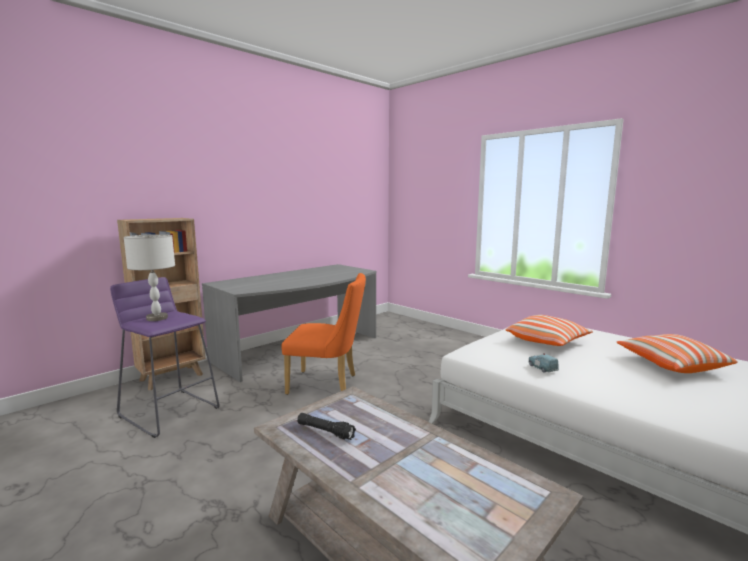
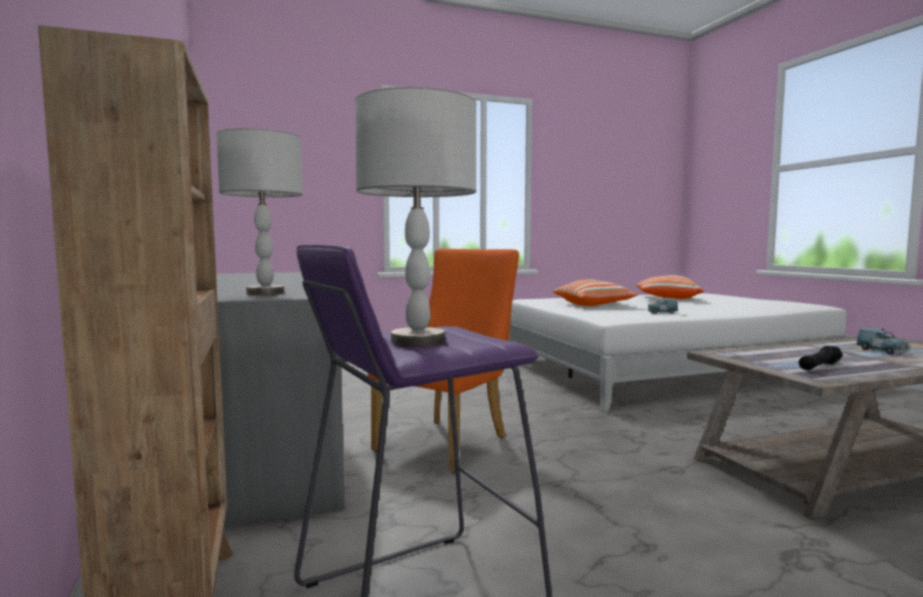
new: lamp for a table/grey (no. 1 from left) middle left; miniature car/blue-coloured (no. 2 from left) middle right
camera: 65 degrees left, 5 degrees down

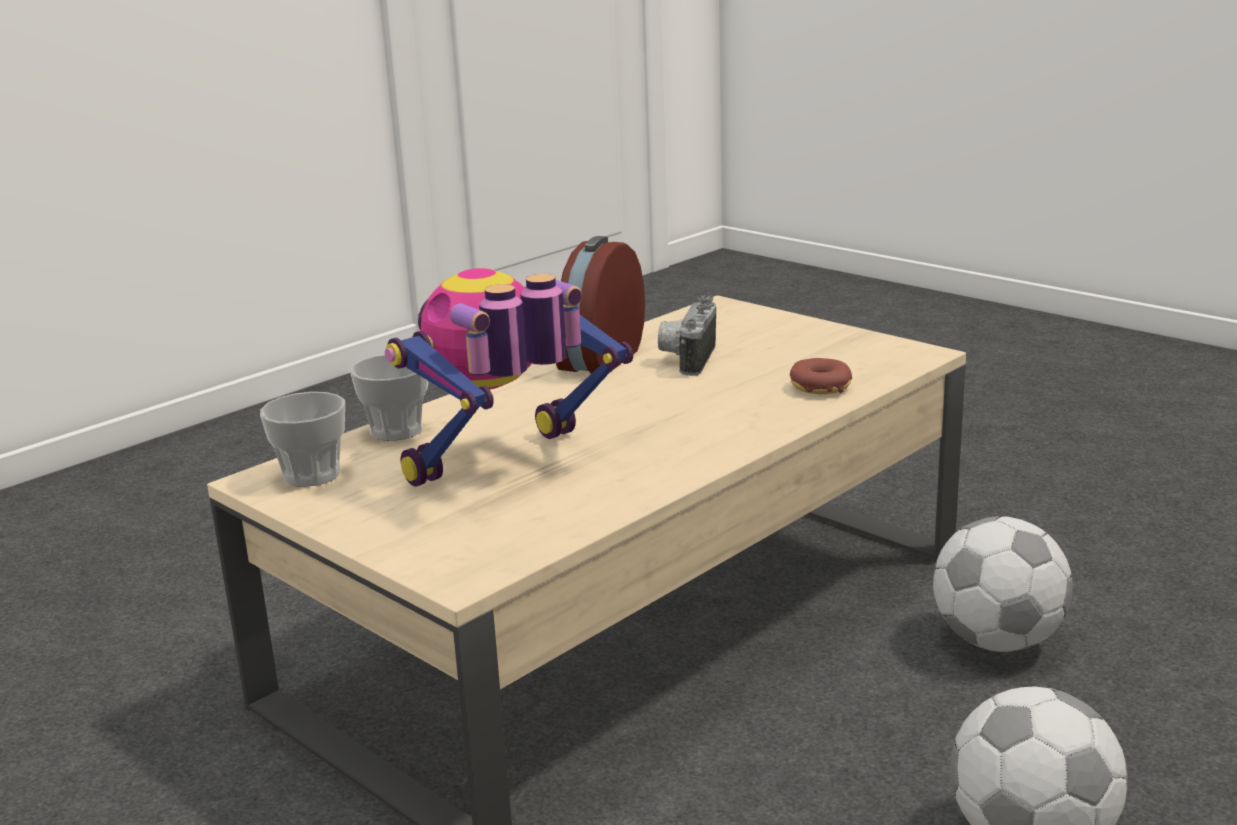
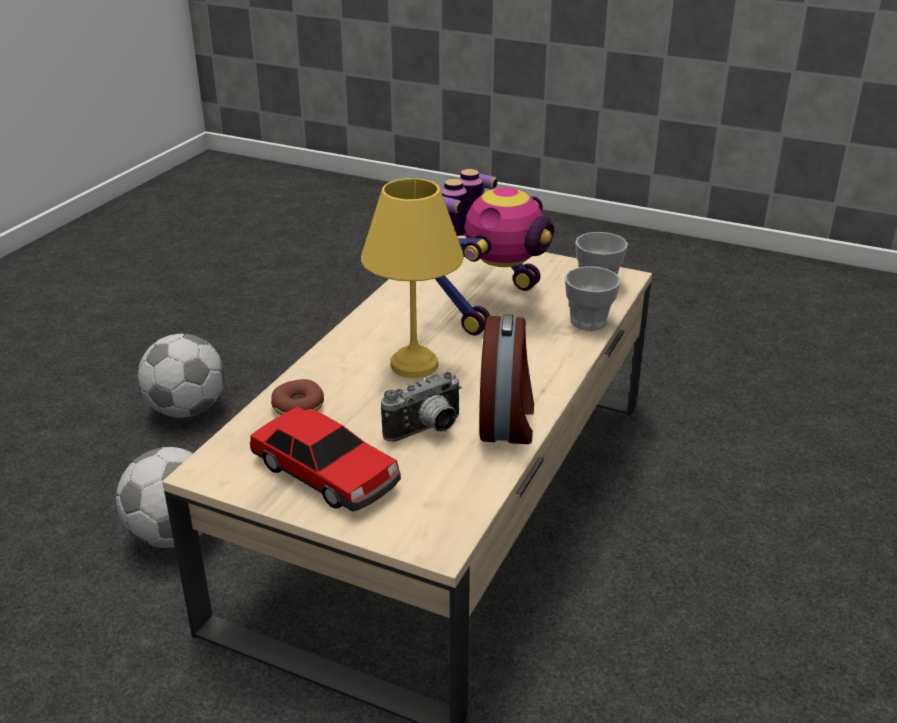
new: miniature car centre; lamp for a table/yellowish centre
rotated: photo camera centre = centre 60 degrees clockwise
camera: 160 degrees right, 10 degrees up

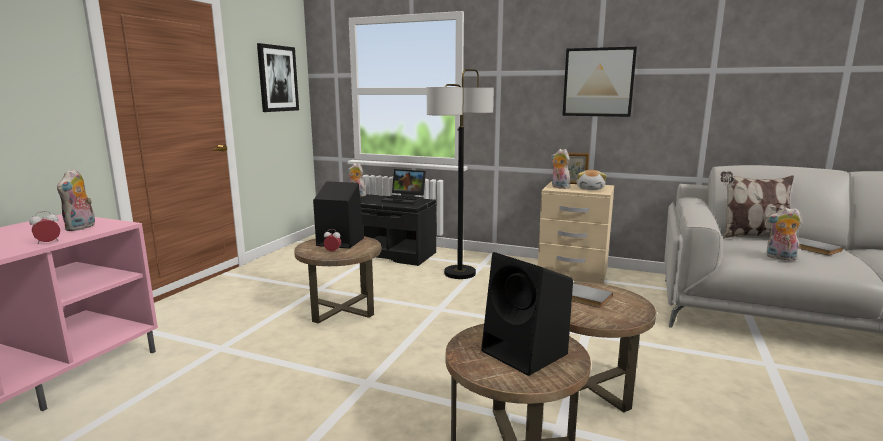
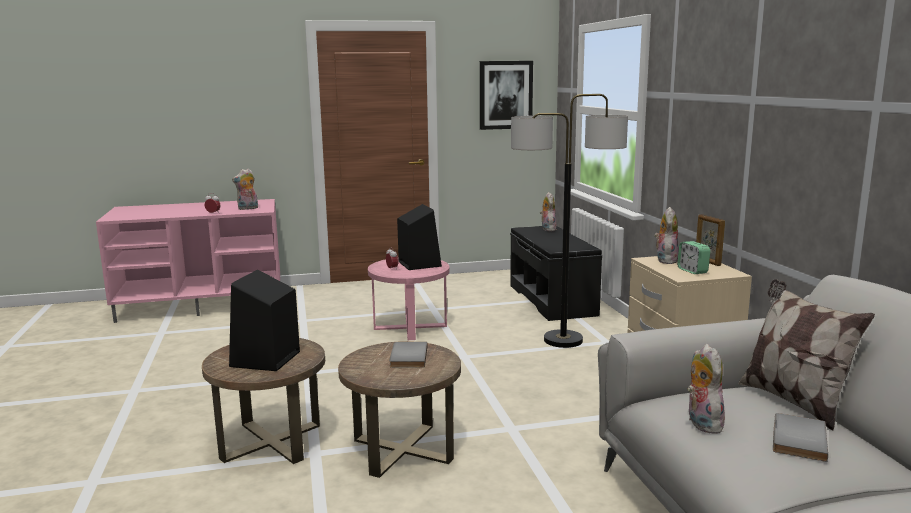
gone: portable computer centre; wall picture (no. 2 from left) top right
swapped: cuddly toy (no. 4 from left) middle right to bedside clock (no. 3 from left) middle right
repainted: side table/brown-coloured (no. 1 from left) centre to side table/pinkish centre
camera: 55 degrees right, 0 degrees up

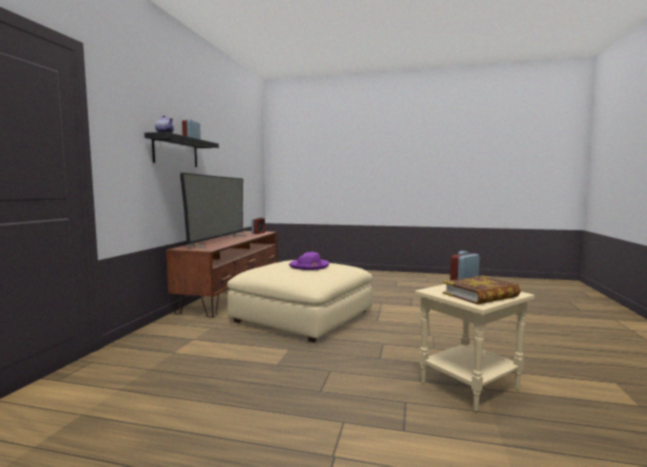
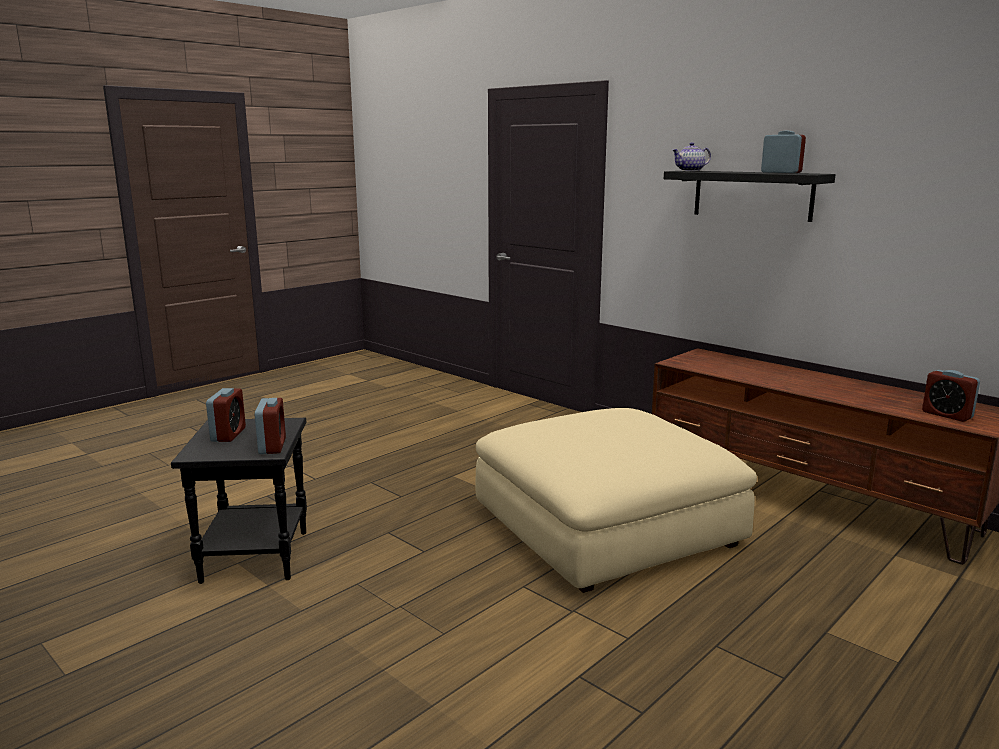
gone: television middle left; hat/purple-coloured centre
swapped: book middle right to bedside clock (no. 1 from left) middle left
repainted: side table/beige bottom right to side table/black bottom left
camera: 120 degrees right, 10 degrees up

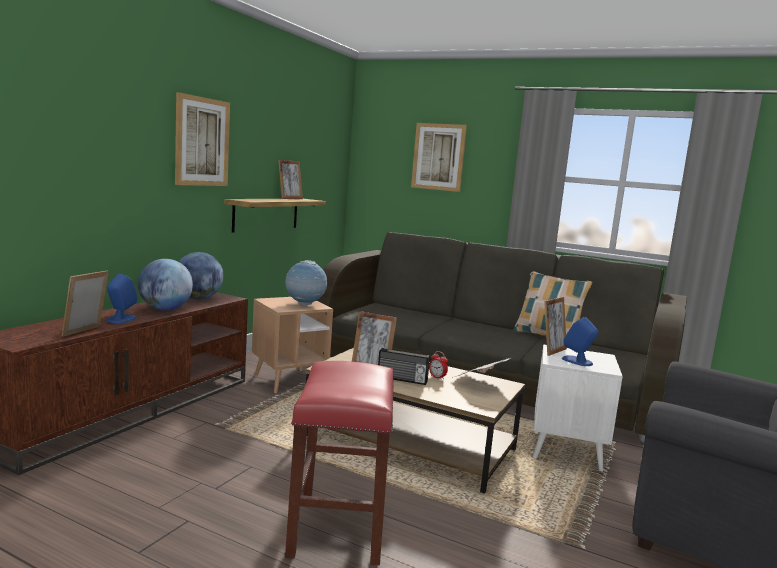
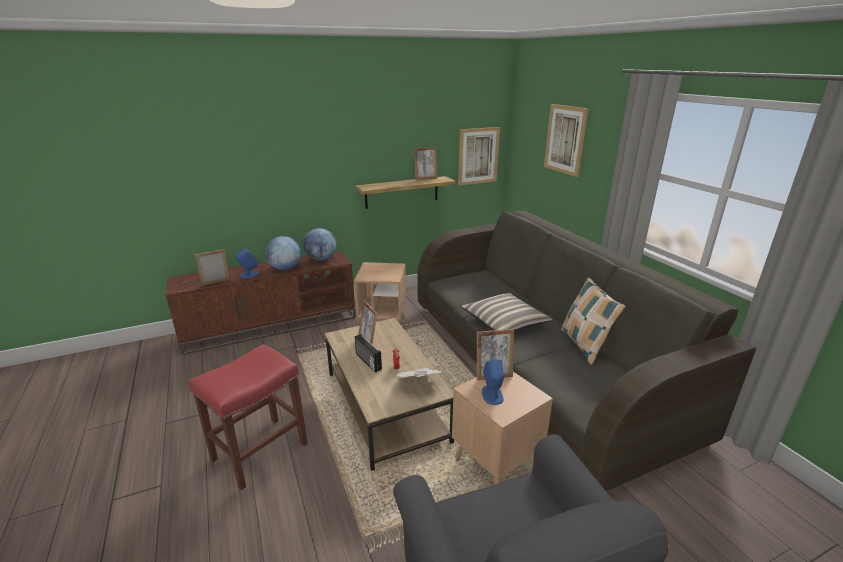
gone: desk globe (no. 3 from left) centre
new: cushion (no. 1 from left) centre
shifted: wall picture (no. 1 from left) top left to top centre
repainted: side table/white-coloured bottom right to side table/brown-coloured (no. 2 from left) bottom centre
camera: 40 degrees right, 15 degrees up

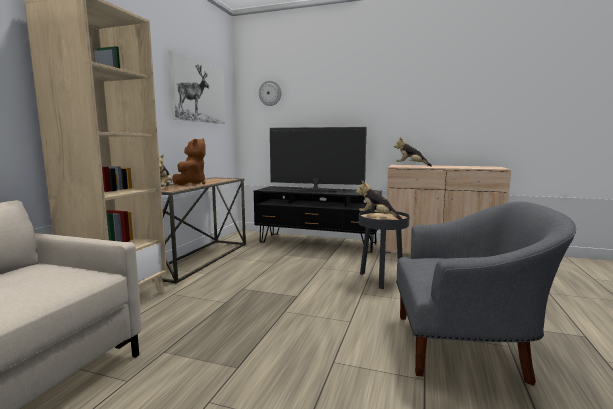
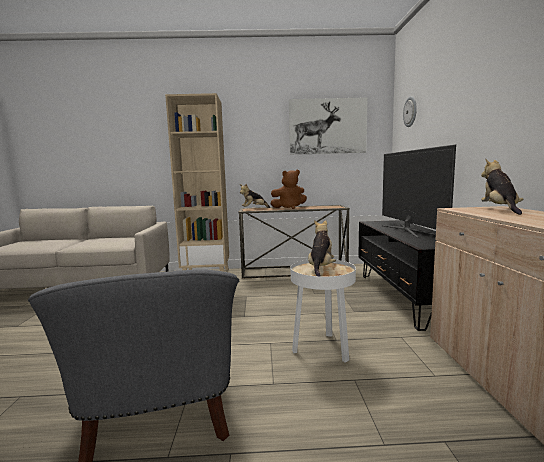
repainted: side table/black centre to side table/white-coloured bottom centre
camera: 70 degrees right, 0 degrees up

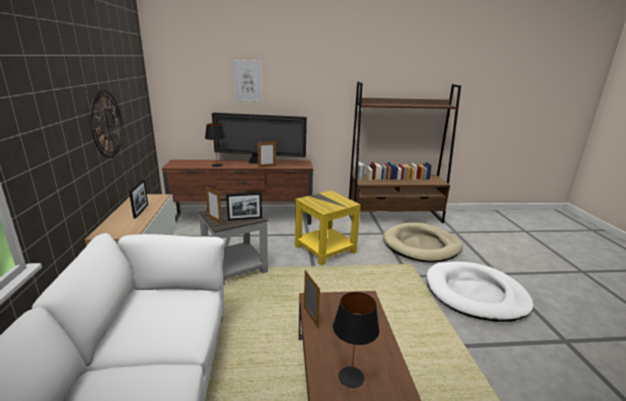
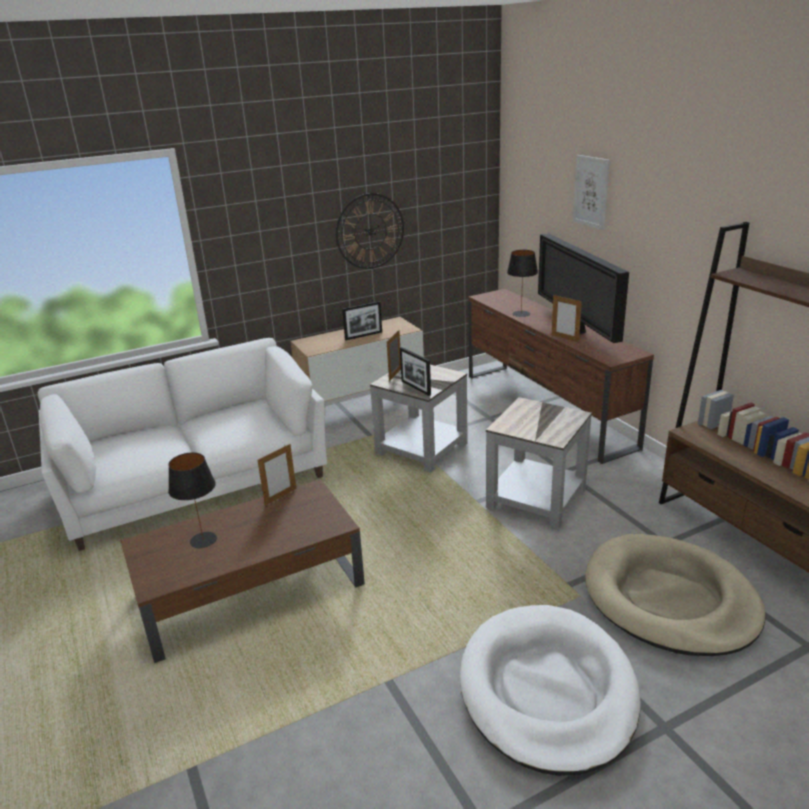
repainted: side table/yellowish centre to side table/grey (no. 2 from left) centre
camera: 70 degrees right, 5 degrees up

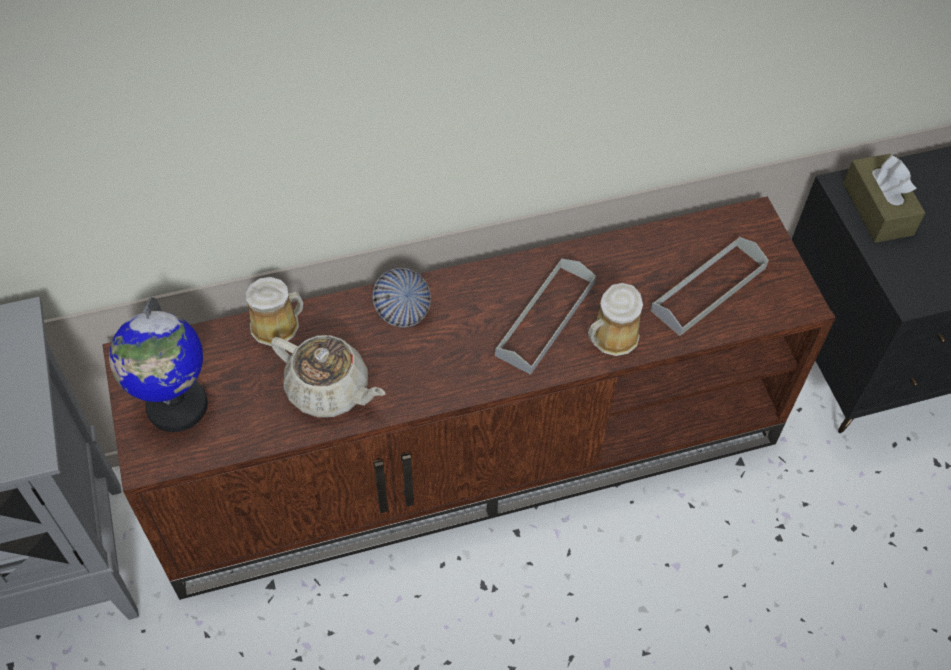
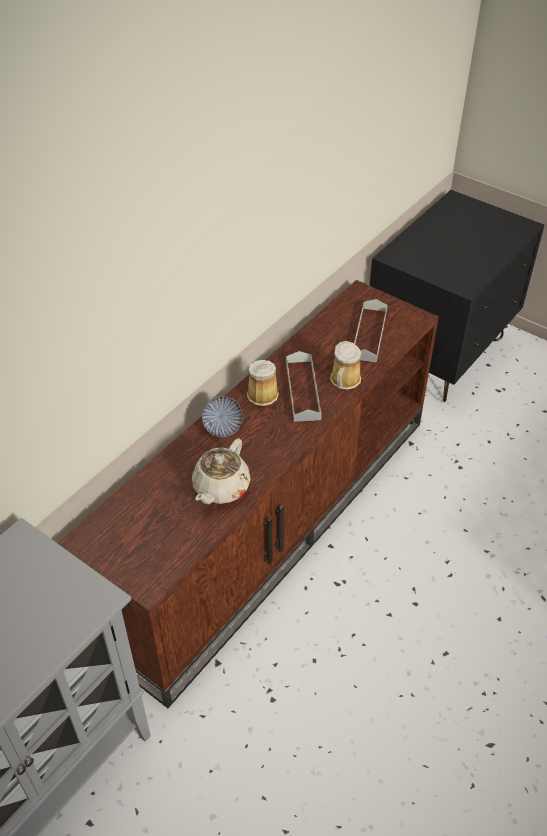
gone: desk globe middle left; tissue holder/brown-coloured top right
shifted: mug (no. 1 from left) middle left to centre
rotated: pot for tea/beige centre = centre 120 degrees clockwise
camera: 35 degrees left, 10 degrees down

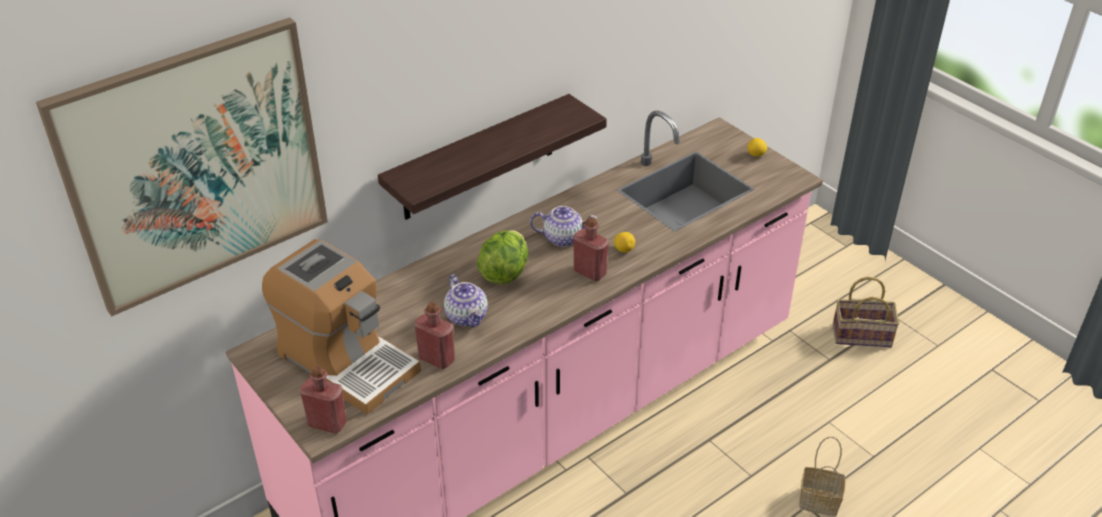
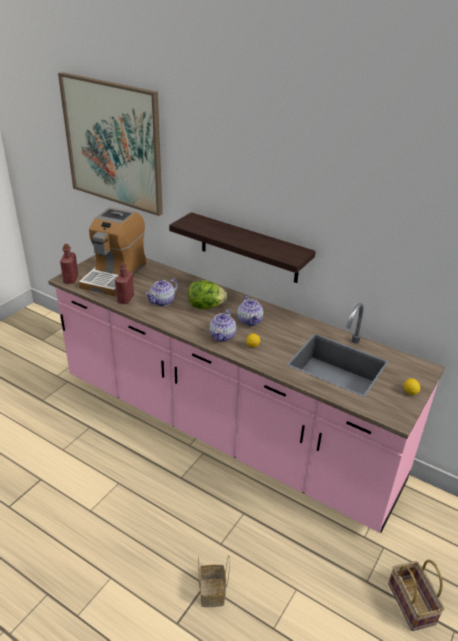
swapped: bottle/red-coloured (no. 3 from left) centre to pot for tea (no. 2 from left) centre
camera: 70 degrees right, 5 degrees down

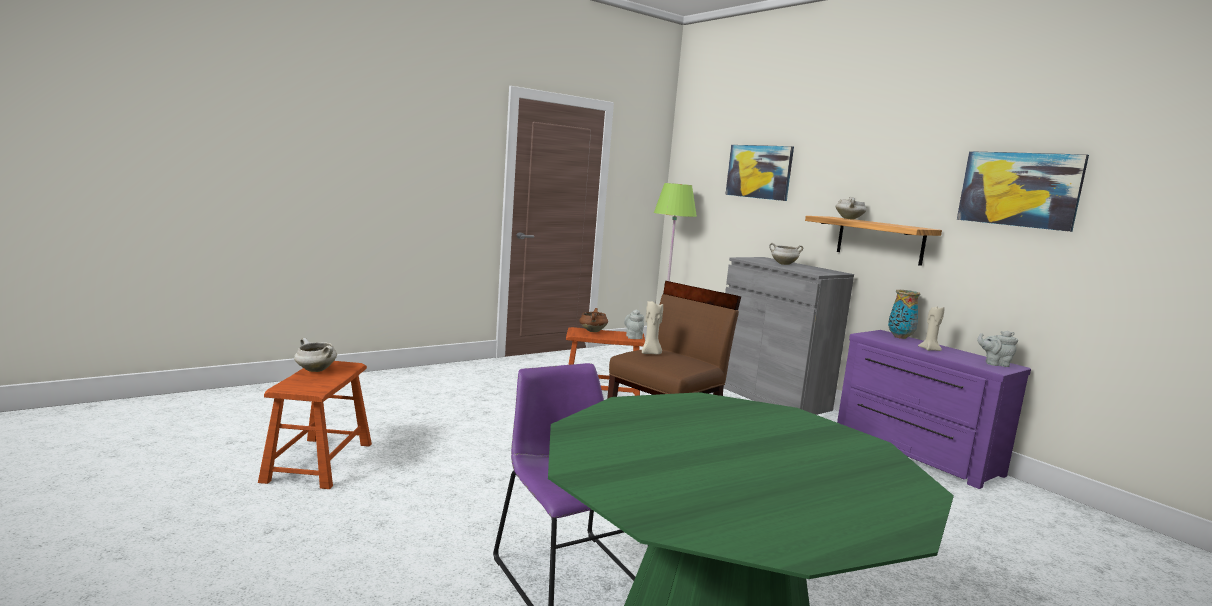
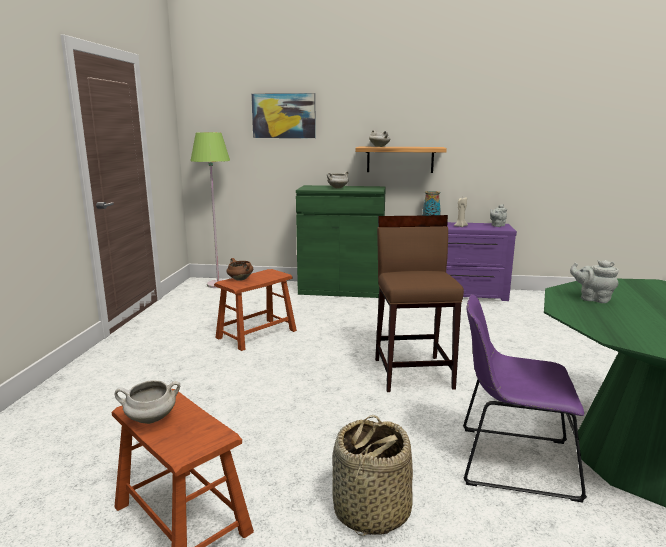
gone: wax light/beige (no. 1 from left) centre; wall picture (no. 2 from left) top right
new: household basket bottom centre
shifted: pot for tea/grey (no. 1 from left in the first image) centre to pot for tea/grey (no. 2 from left) middle right
repainted: cabinet/grey centre to cabinet/green-coloured centre
camera: 45 degrees left, 5 degrees up

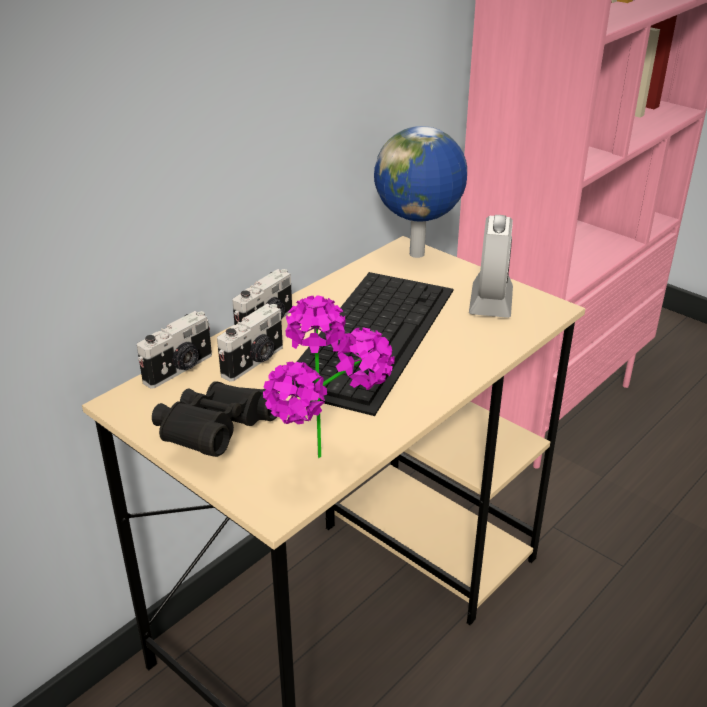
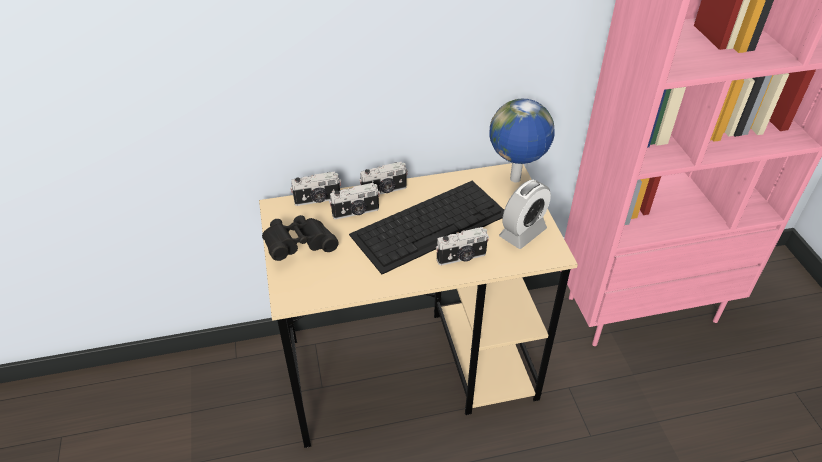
gone: houseplant centre
new: photo camera (no. 4 from left) centre
camera: 35 degrees right, 10 degrees up

